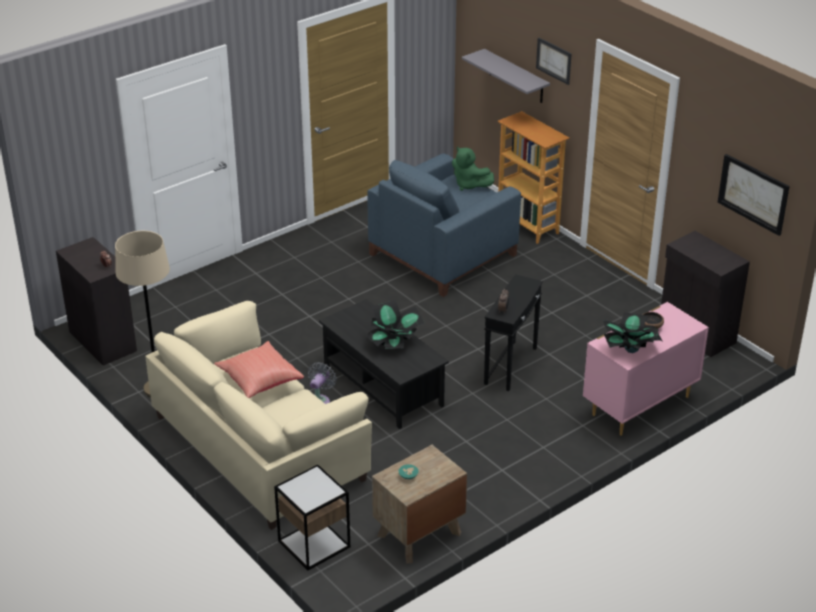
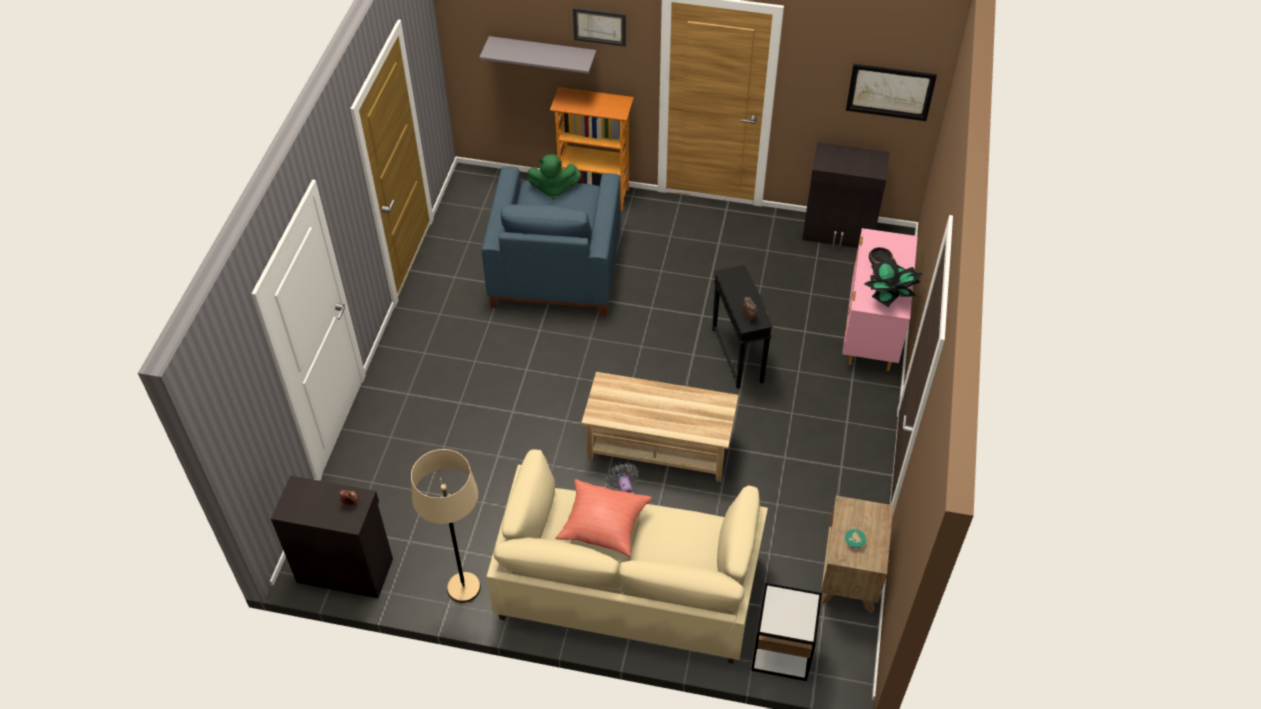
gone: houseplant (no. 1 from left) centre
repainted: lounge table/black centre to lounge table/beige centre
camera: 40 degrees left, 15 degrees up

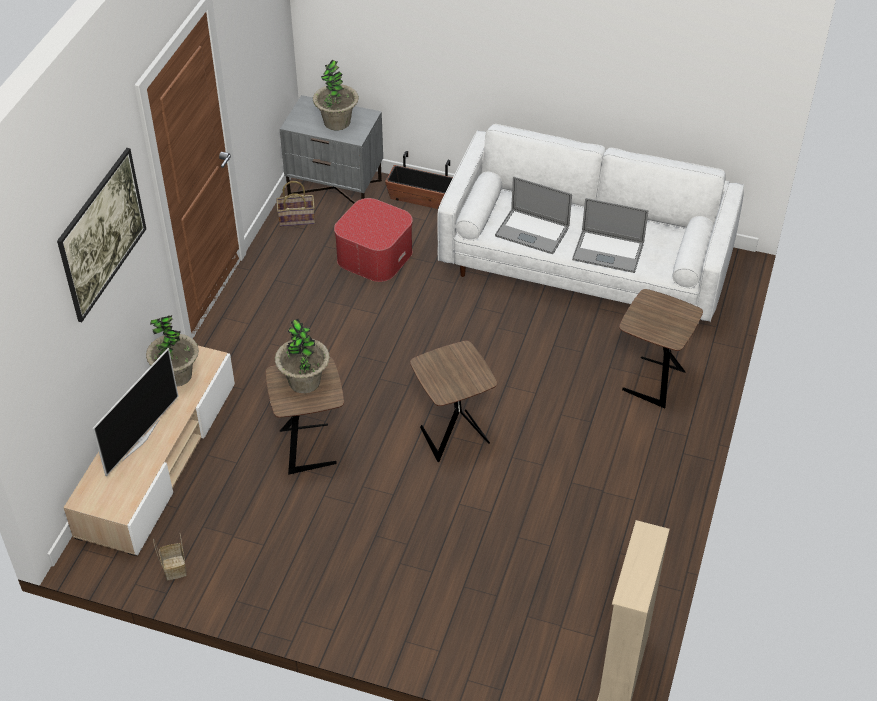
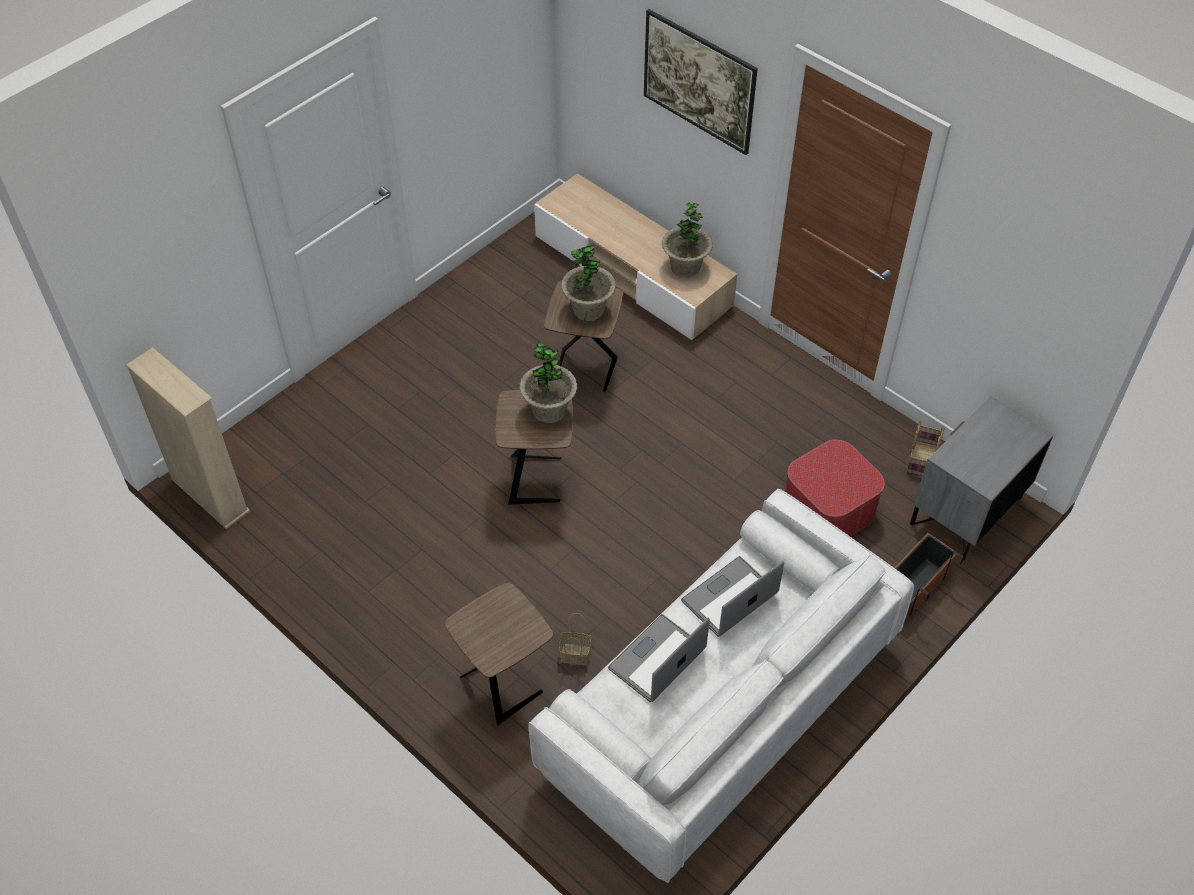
gone: television middle left
shifted: houseplant (no. 3 from left in the first image) top centre to houseplant (no. 1 from left) centre; household basket (no. 1 from left) bottom left to bottom centre
camera: 115 degrees right, 5 degrees up

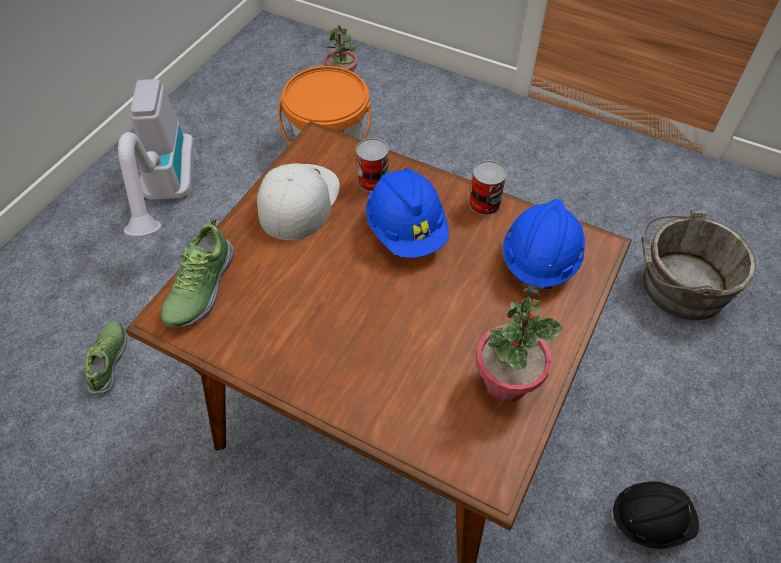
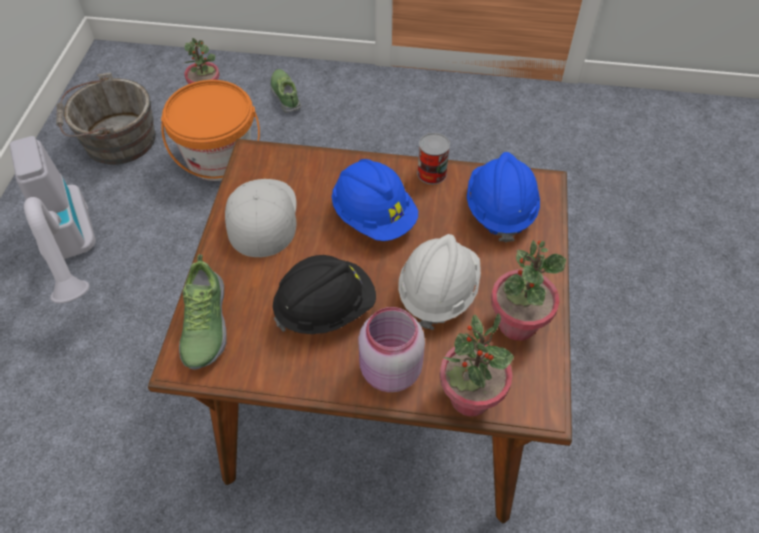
gone: metal can (no. 1 from left) top centre
new: storage jar/pinkish centre; safety helmet/white-coloured centre; houseplant (no. 2 from left) bottom centre
shifted: pail/grey middle right to top left; low shoe (no. 1 from left in the first image) middle left to low shoe (no. 2 from left) top centre; safety helmet/black bottom right to centre
camera: 20 degrees left, 0 degrees up

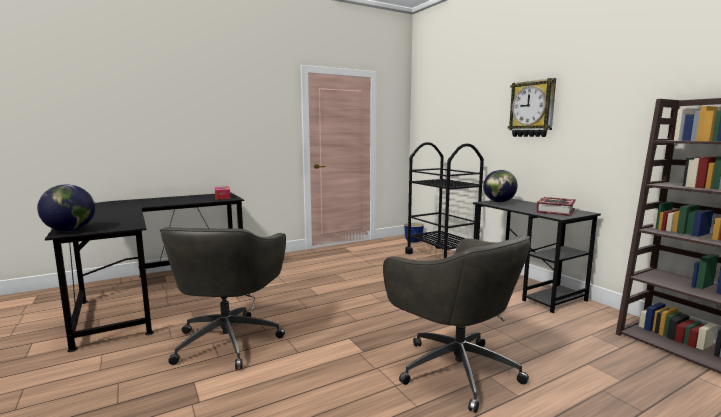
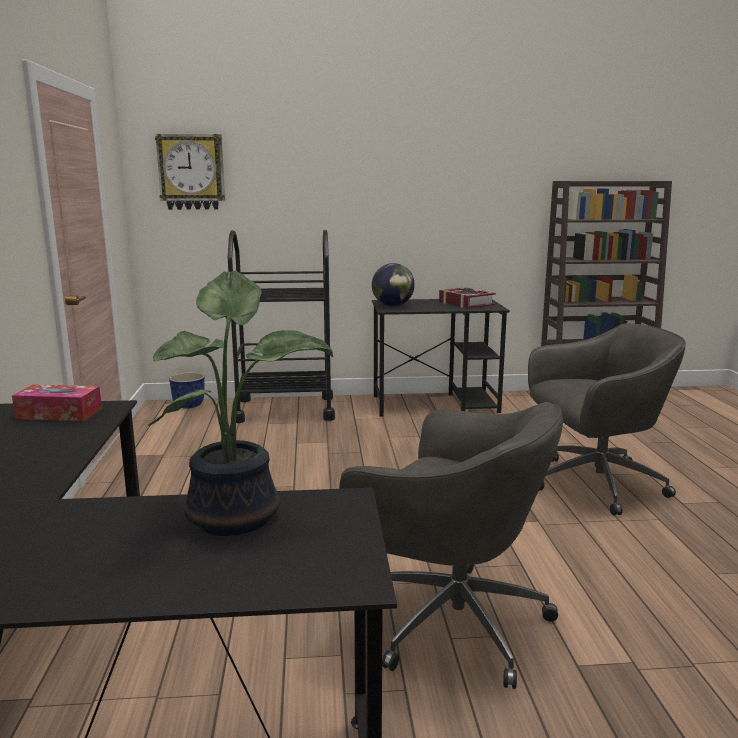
gone: desk globe (no. 1 from left) middle left
new: houseplant middle left
shifted: clock on the wall top right to top left
camera: 65 degrees left, 5 degrees up

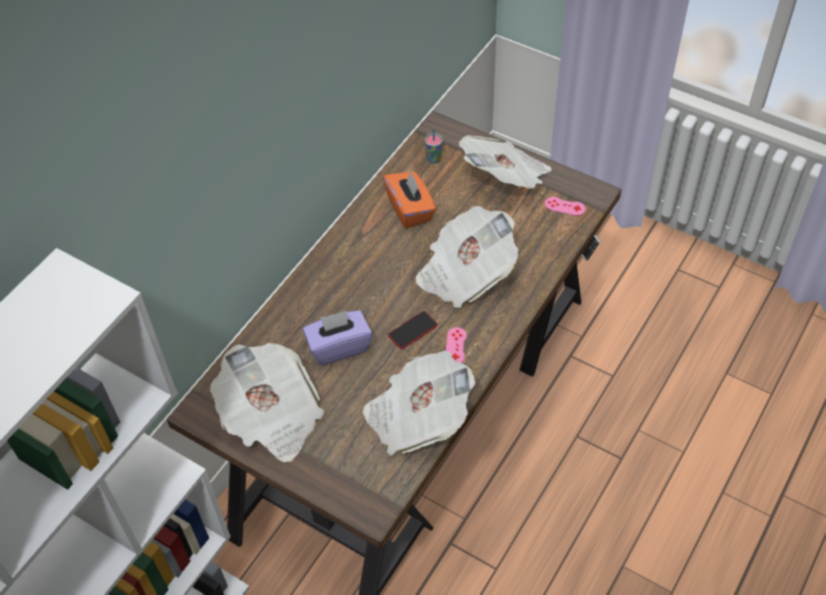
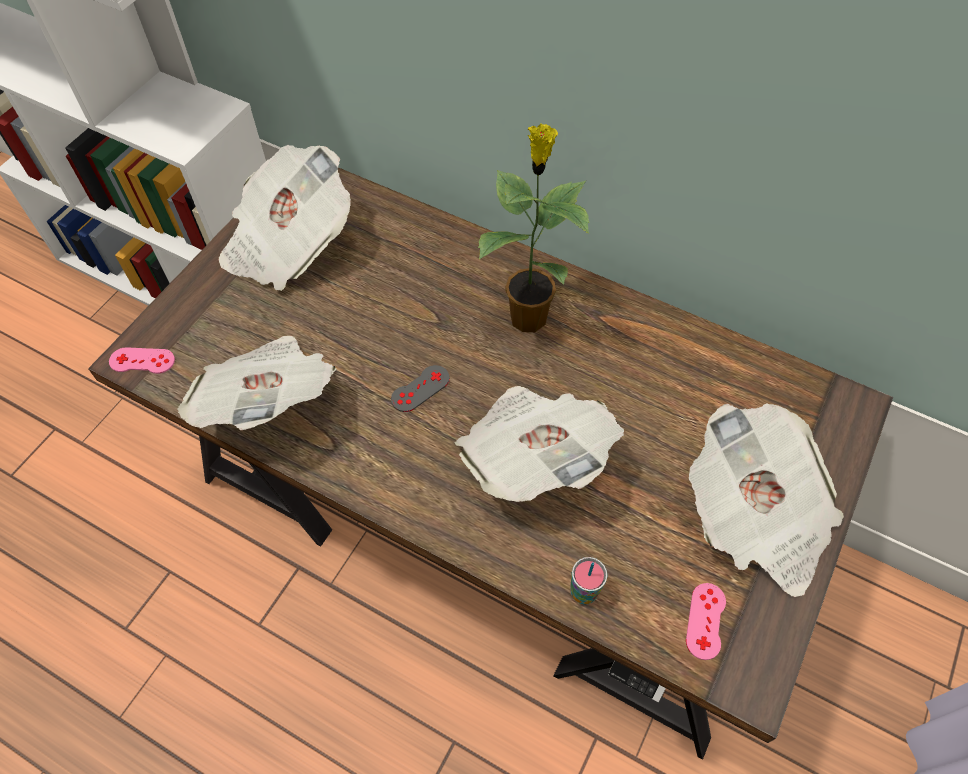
gone: tissue holder/purple-coloured centre; tissue holder/orange-coloured centre
new: houseplant top centre
shifted: gamepad/pinkish (no. 1 from left) centre to middle left; cup top centre to bottom centre
swapped: phone centre to gamepad/grey centre
camera: 85 degrees right, 5 degrees up

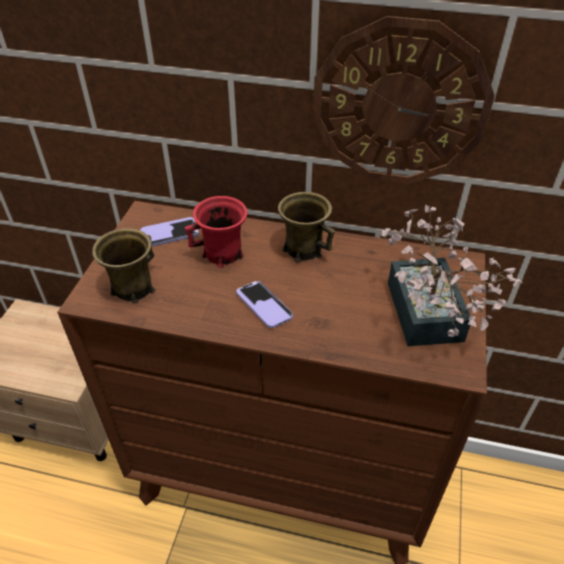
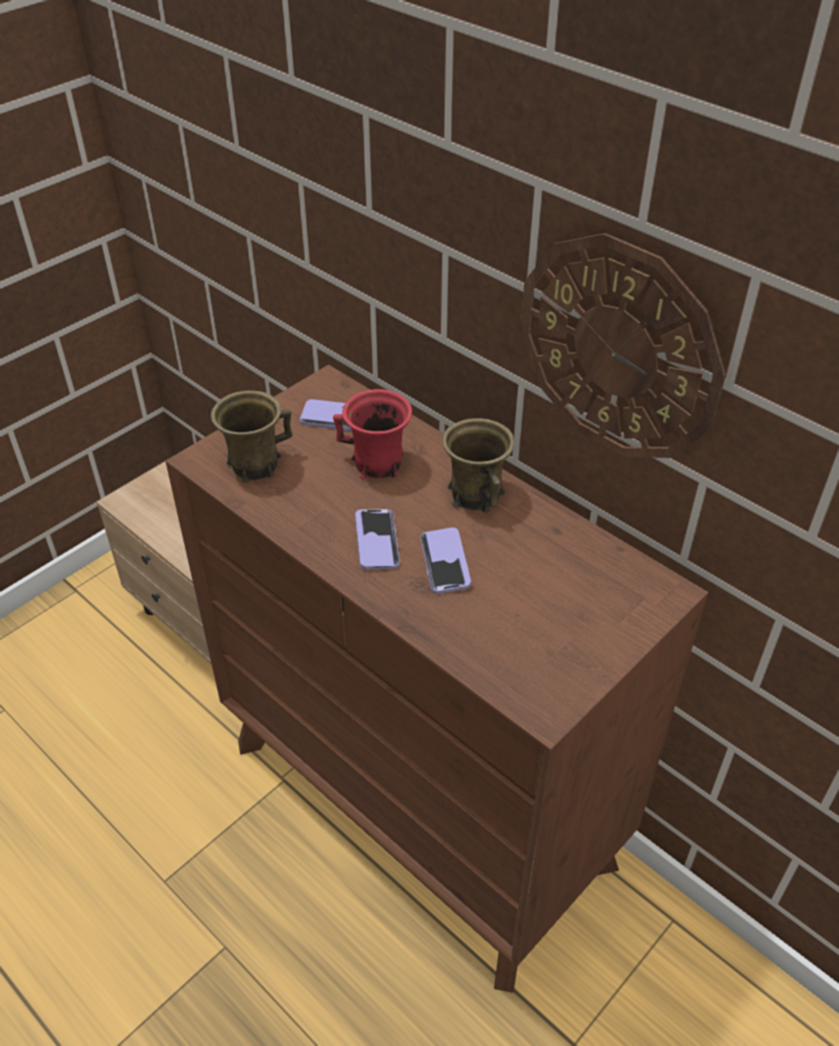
gone: houseplant middle right
new: phone (no. 3 from left) centre
camera: 30 degrees right, 0 degrees up

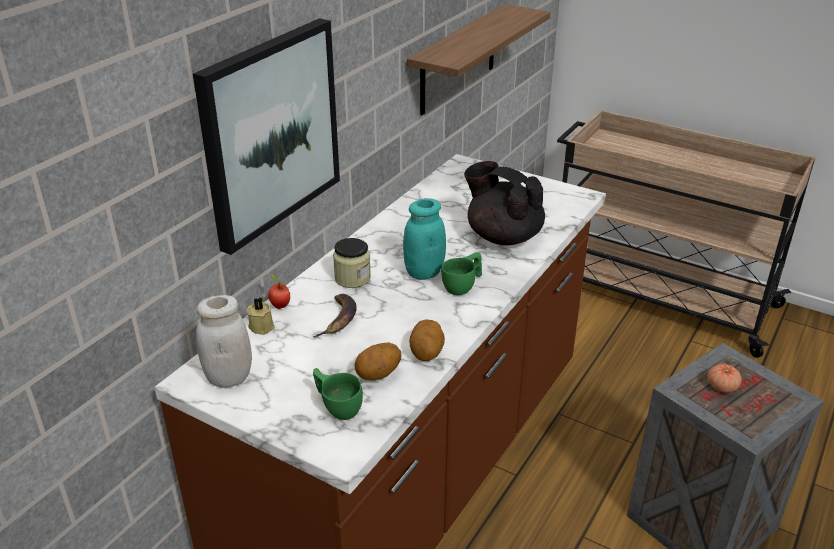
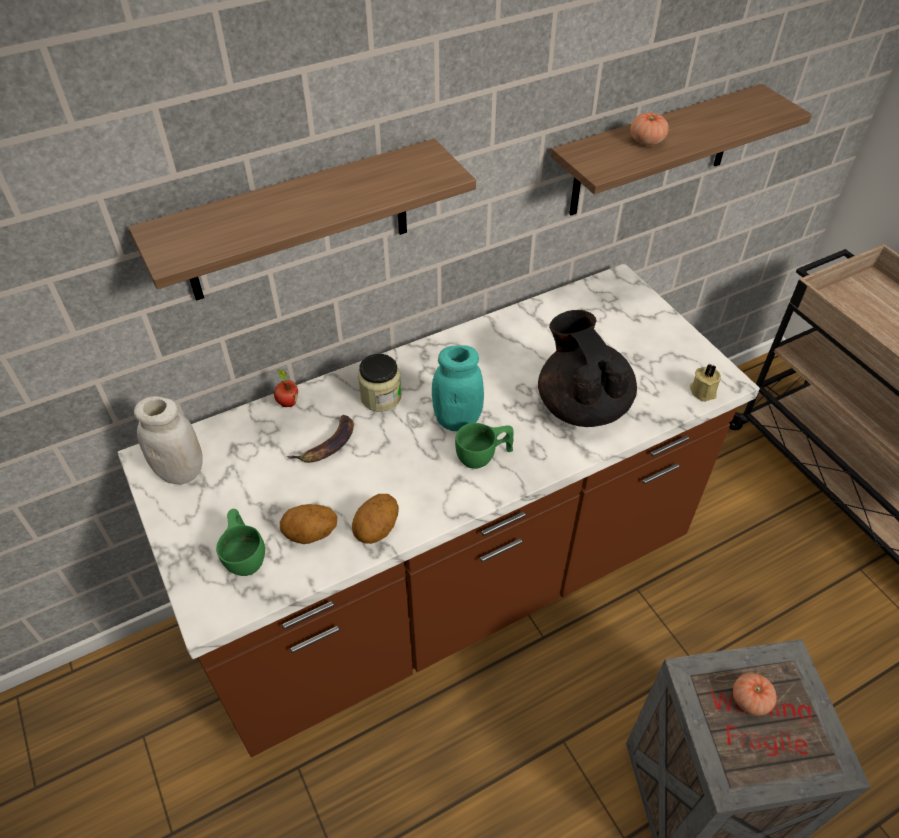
new: whole tomato (no. 1 from left) top right
shifted: wax light/beige middle left to middle right
swapped: wall picture top left to wall shelf (no. 1 from left) top centre
camera: 30 degrees right, 15 degrees up

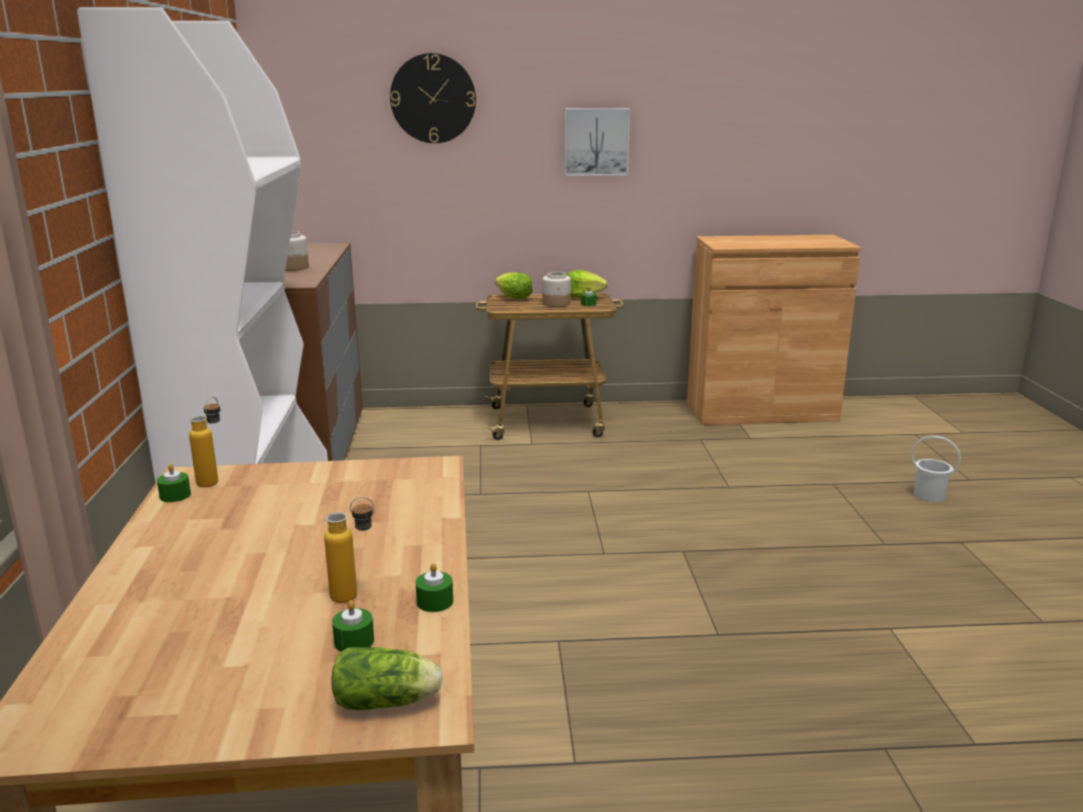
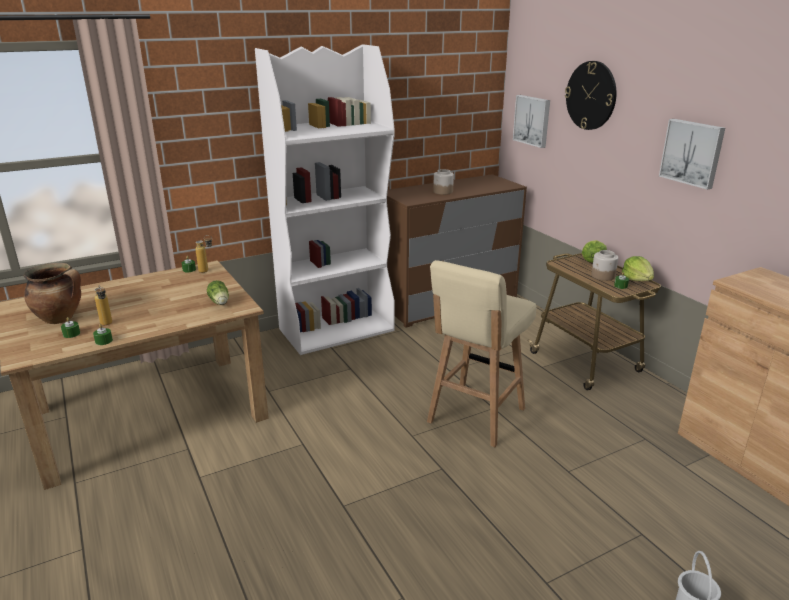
new: saucepot middle left; stool/beige centre; wall picture (no. 1 from left) top right
shifted: lettuce head (no. 1 from left) bottom centre to middle left
camera: 65 degrees right, 5 degrees up

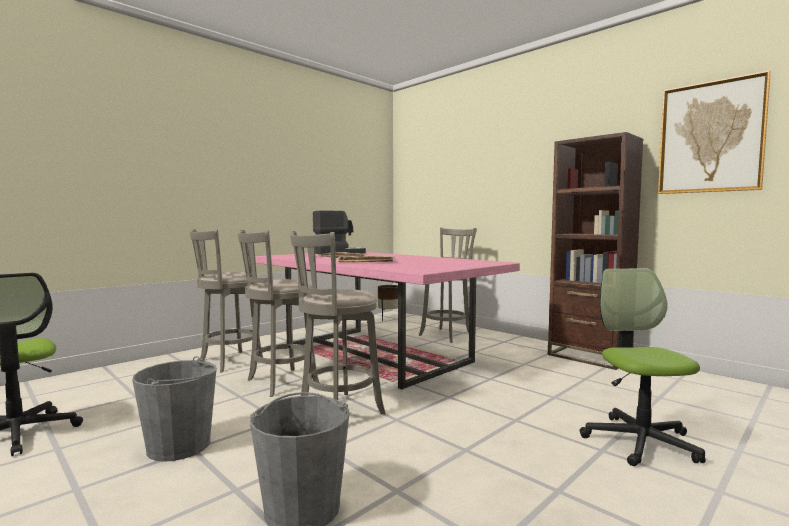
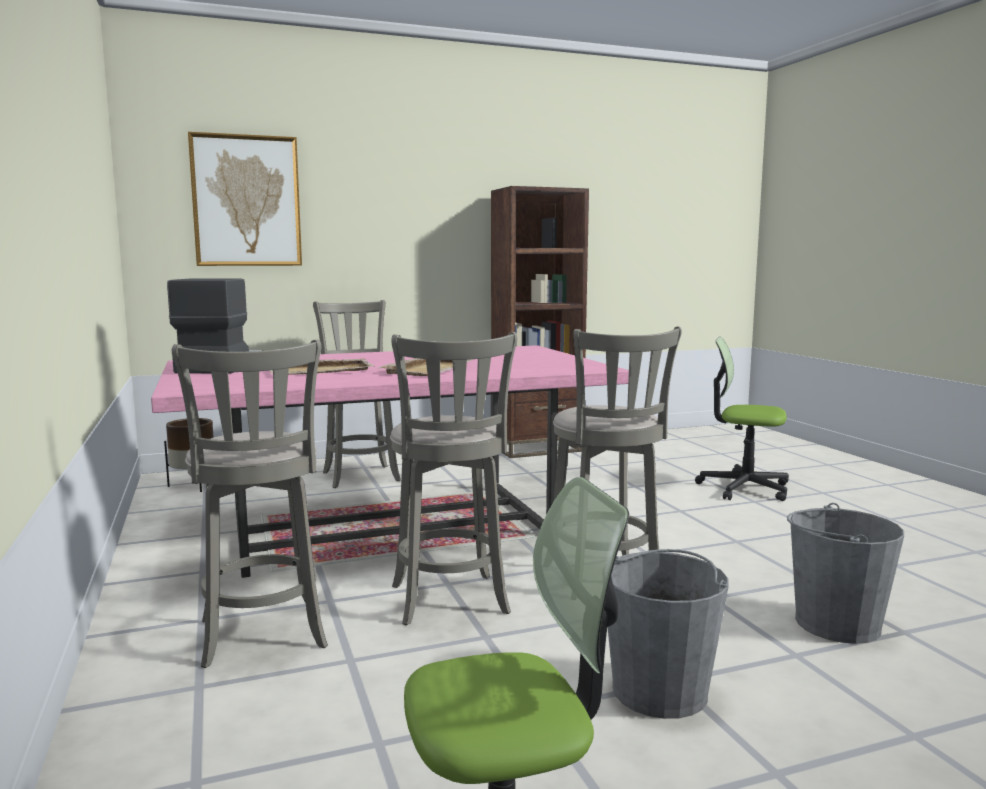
shifted: wall picture top right to top left
camera: 65 degrees left, 5 degrees up

